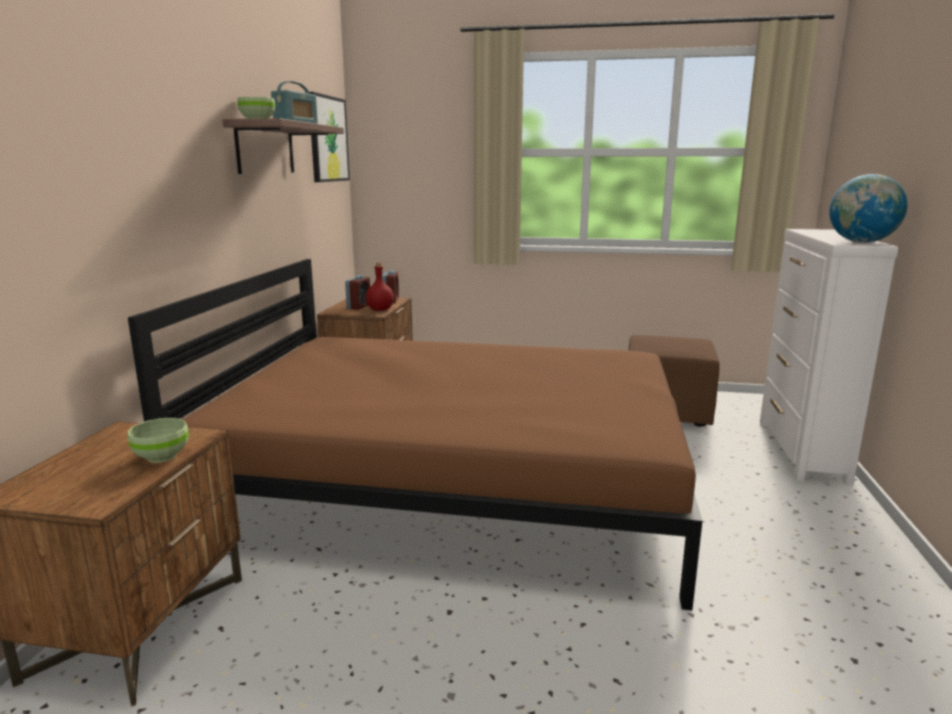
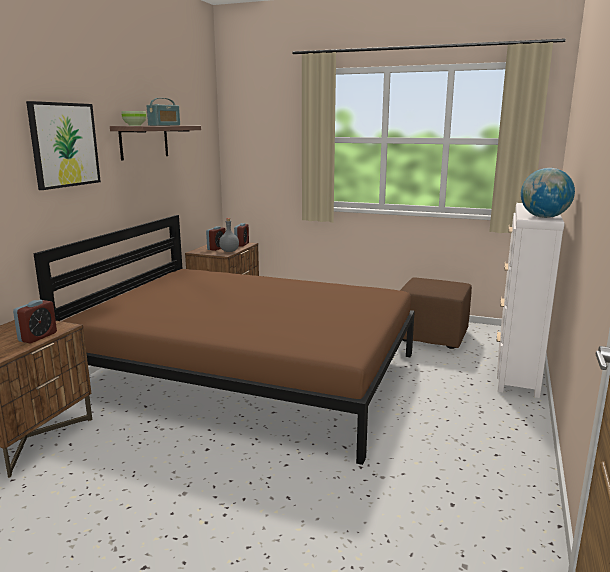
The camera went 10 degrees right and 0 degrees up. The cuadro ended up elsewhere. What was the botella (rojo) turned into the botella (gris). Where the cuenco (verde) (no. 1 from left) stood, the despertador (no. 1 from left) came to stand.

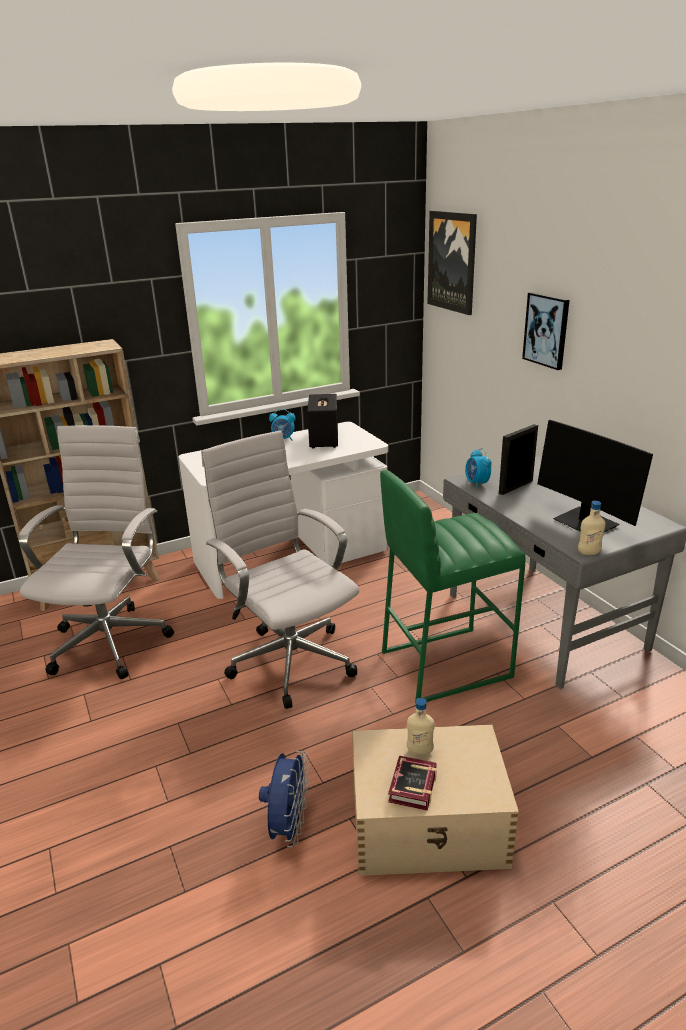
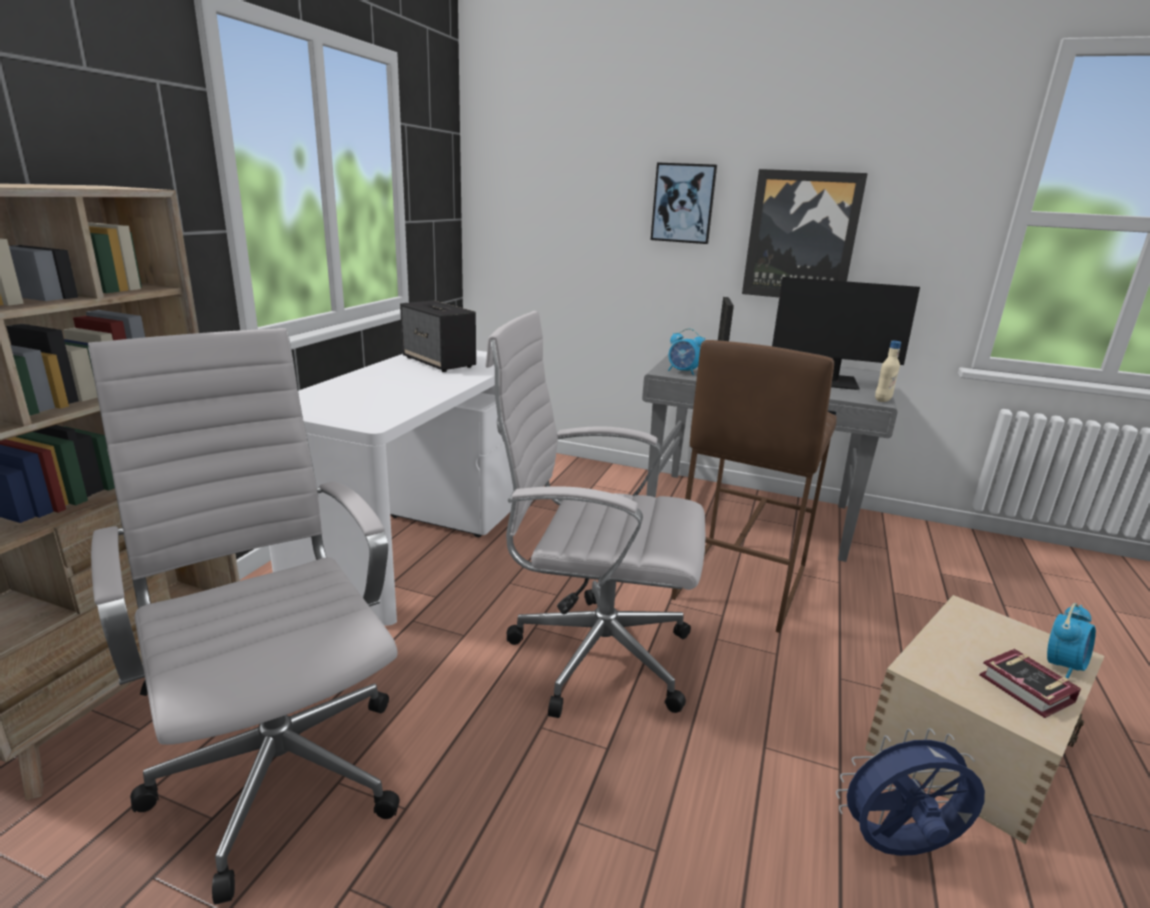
The camera went 45 degrees left and 5 degrees down. The cuadro (no. 1 from left in the first image) ended up elsewhere. The despertador (no. 1 from left in the first image) ended up elsewhere. What was the taburete (verde) turned into the taburete (marrón). The second view lost the botella (beis) (no. 1 from left). The ventilador (azul) ended up facing another way, 60 degrees counterclockwise from before.

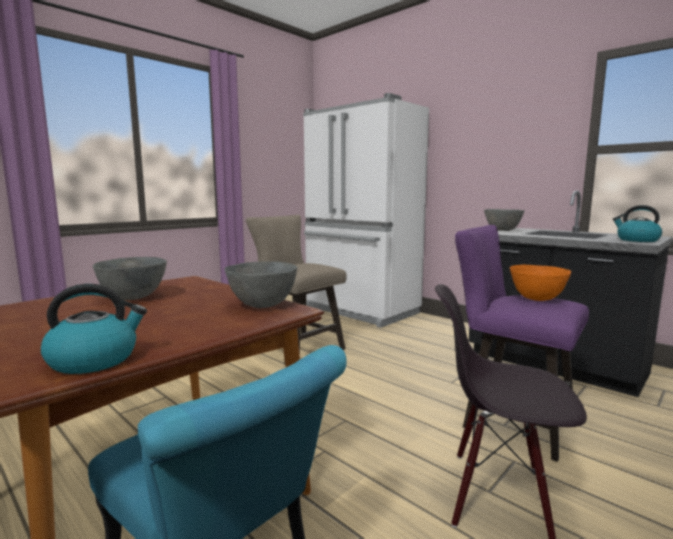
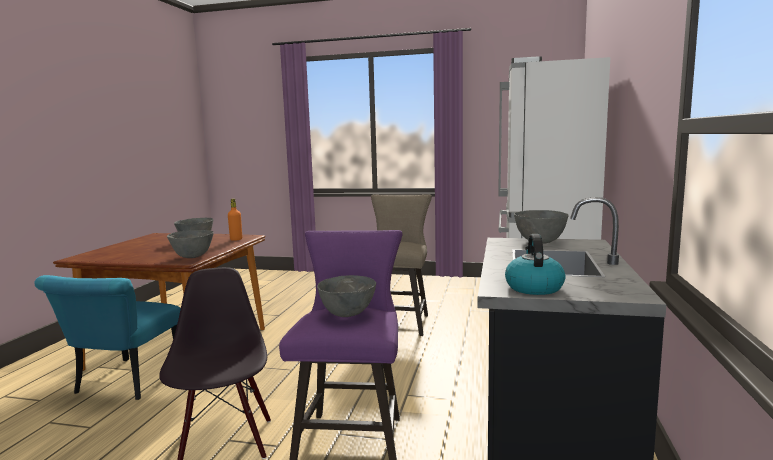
The camera went 60 degrees right and 0 degrees up. What was the cuenco (naranja) turned into the cuenco (gris) (no. 3 from left). The second view lost the hervidor (no. 1 from left). The second view gained the botella (naranja).

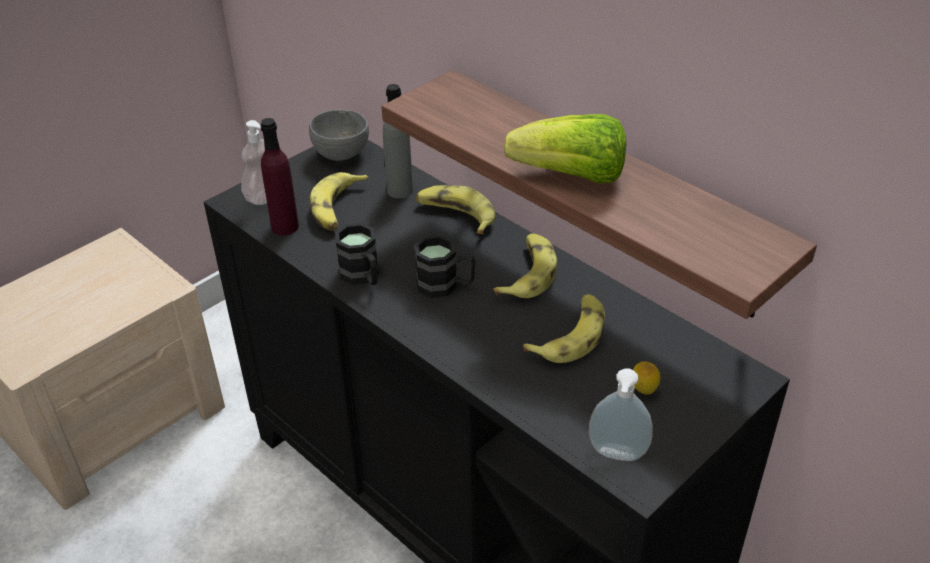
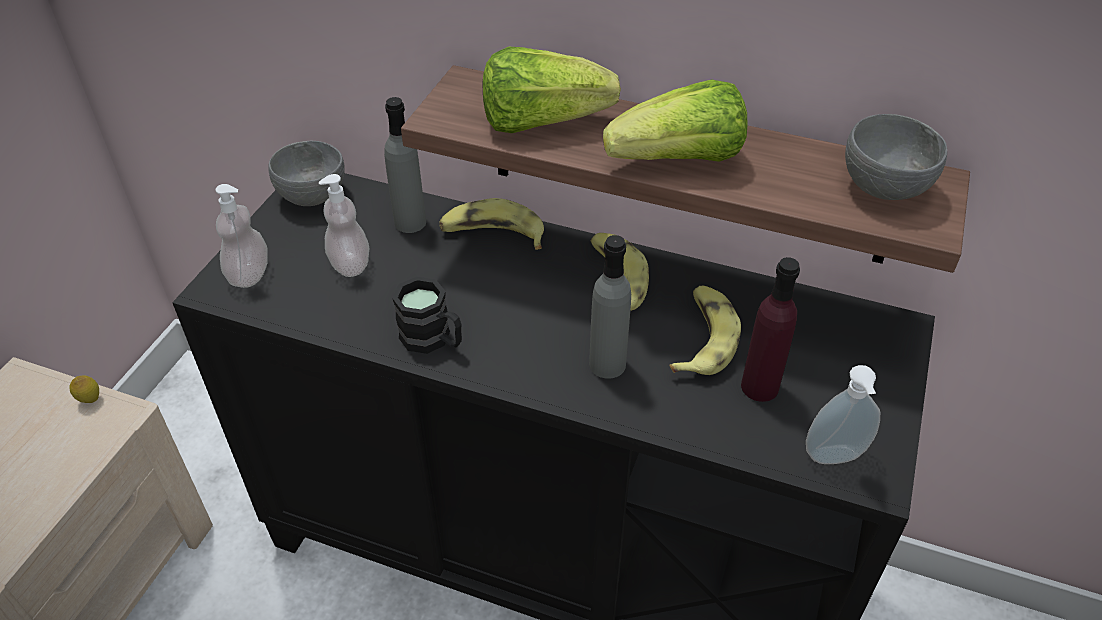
The camera went 25 degrees left and 5 degrees up. The botella (morado) ended up elsewhere. Where the plátano (no. 1 from left) stood, the dispensador de jabón (no. 2 from left) came to stand. The second view lost the taza grande (negro) (no. 2 from left). The limón ended up elsewhere. The second view gained the lechuga (no. 1 from left). The second view gained the cuenco (gris) (no. 2 from left). The second view gained the botella (gris) (no. 2 from left).

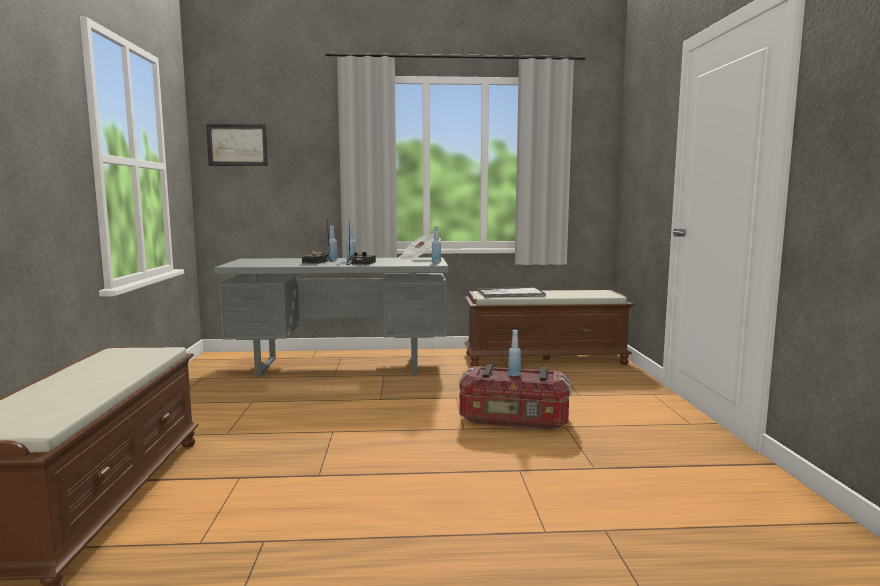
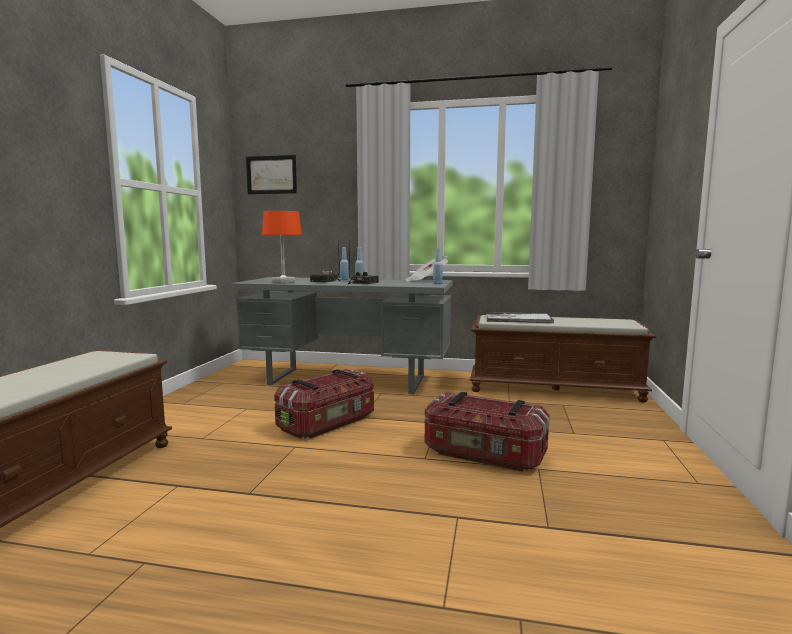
The camera went 15 degrees right and 0 degrees up. The second view lost the botella (azul) (no. 4 from left). The second view gained the lámpara de mesa (naranja). The second view gained the caja de almacenaje (no. 1 from left).

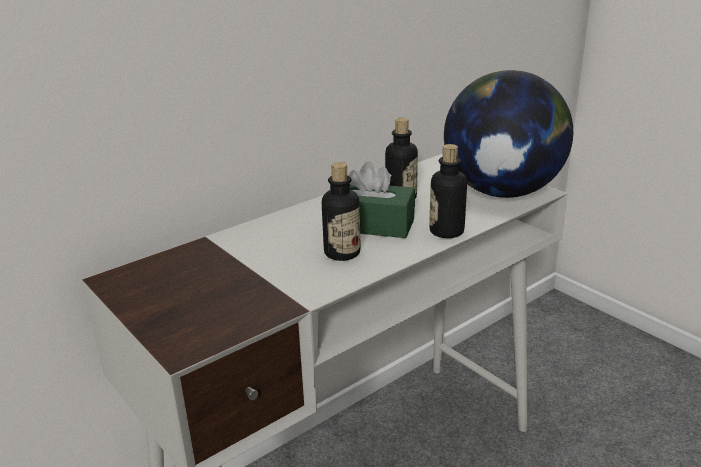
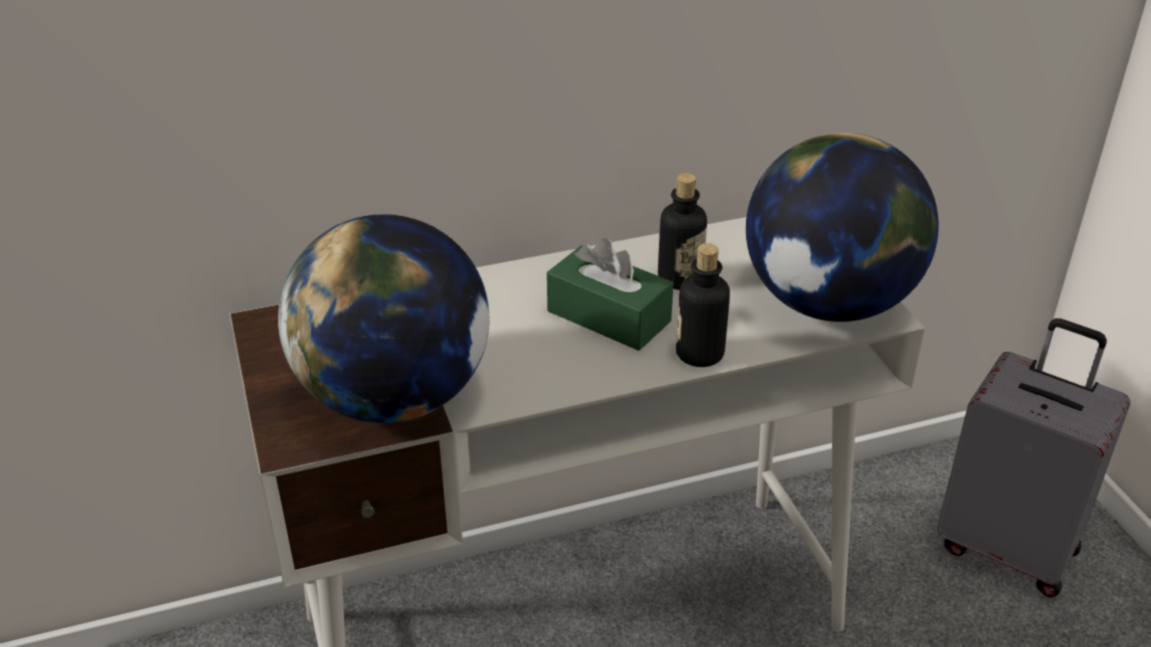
The camera went 20 degrees right and 10 degrees up. The second view lost the botella (no. 1 from left). The second view gained the globo terráqueo (no. 1 from left). The second view gained the maleta (gris).

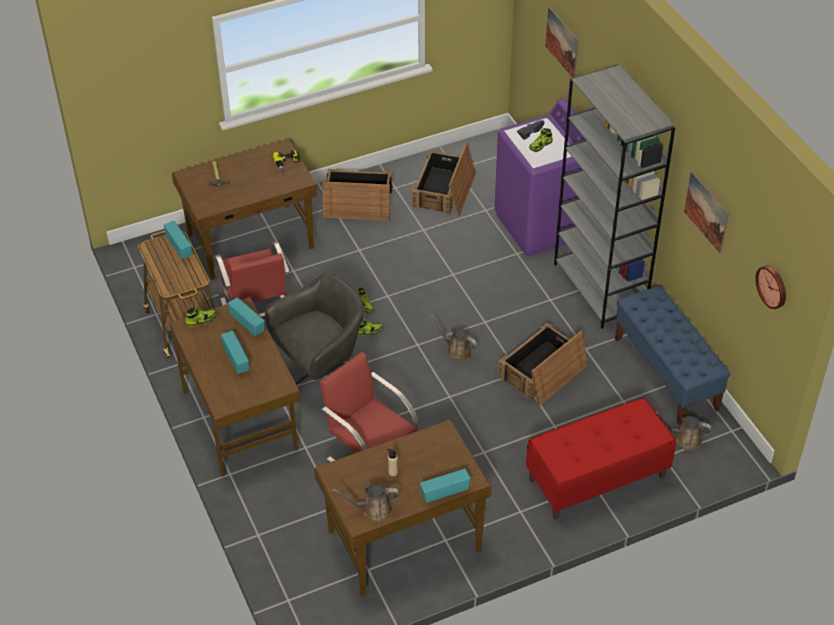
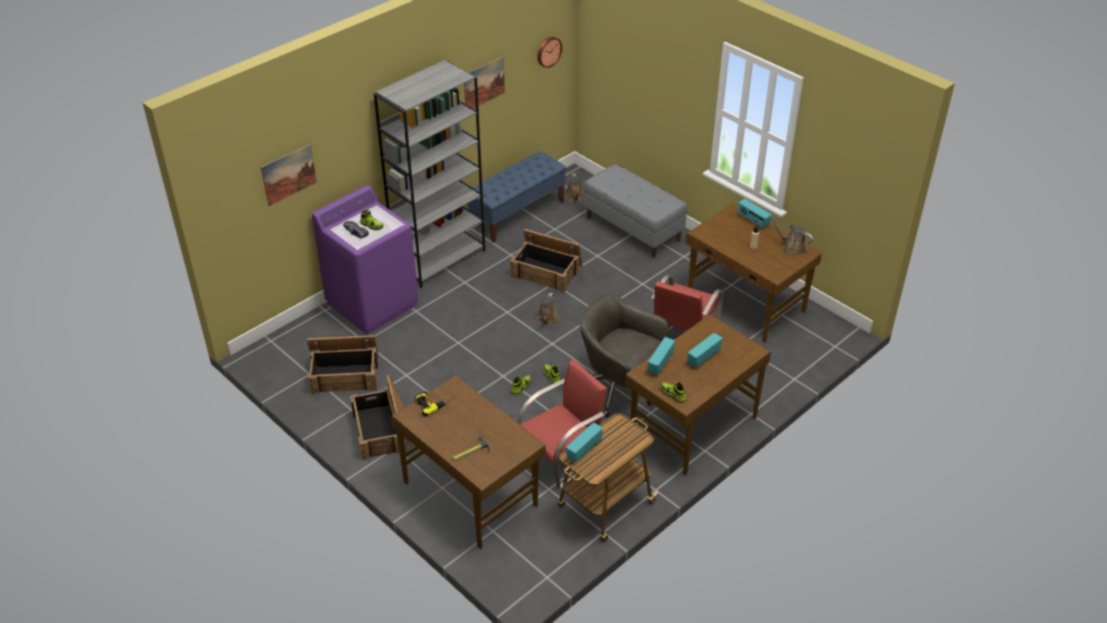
The camera went 110 degrees left and 5 degrees down. What was the banco (rojo) turned into the banco (gris). The regadera (marrón) (no. 1 from left in the first image) ended up facing another way, 150 degrees clockwise from before.

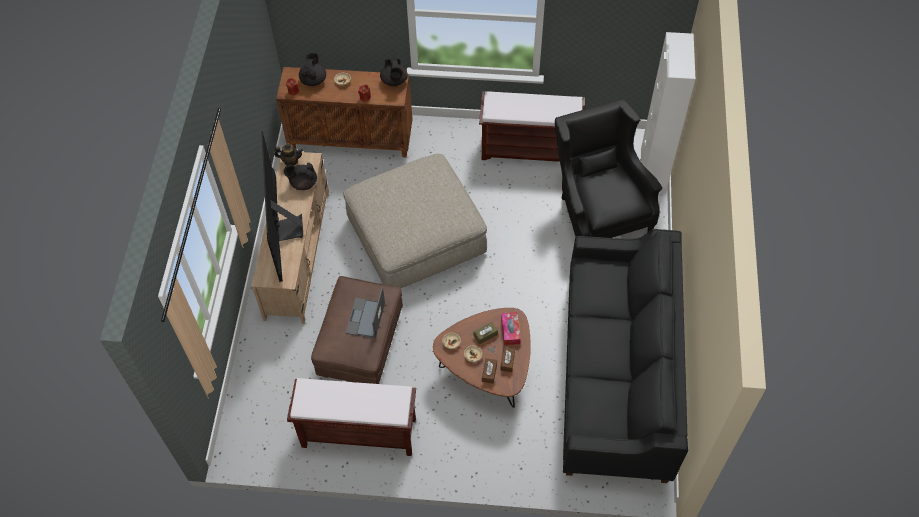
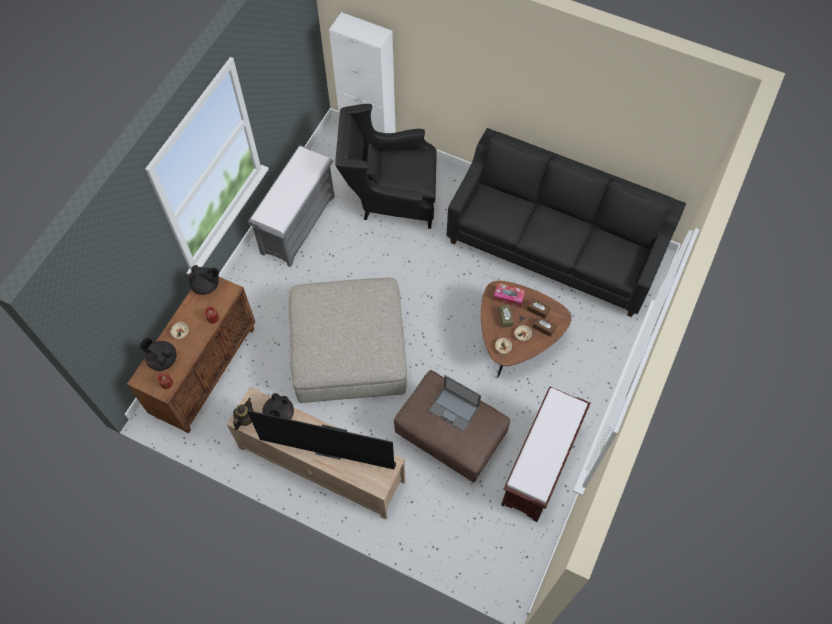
The camera went 70 degrees left and 5 degrees up. What was the banco (marrón) (no. 2 from left) turned into the banco (gris).

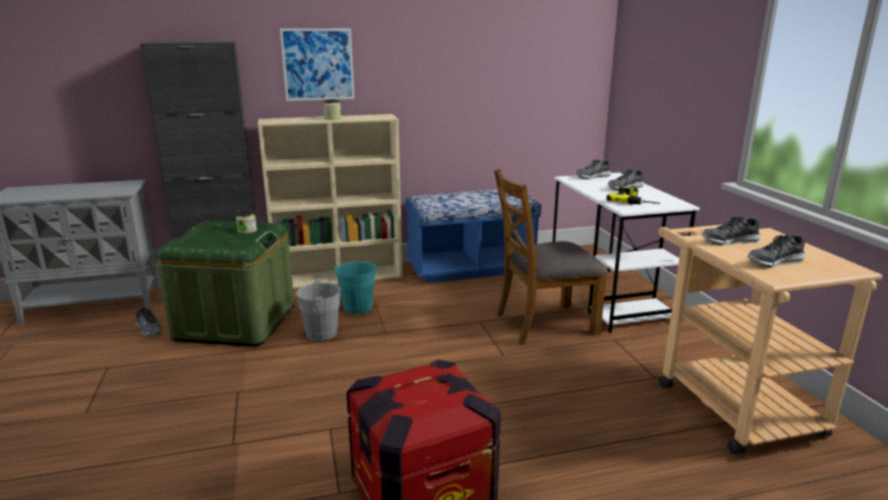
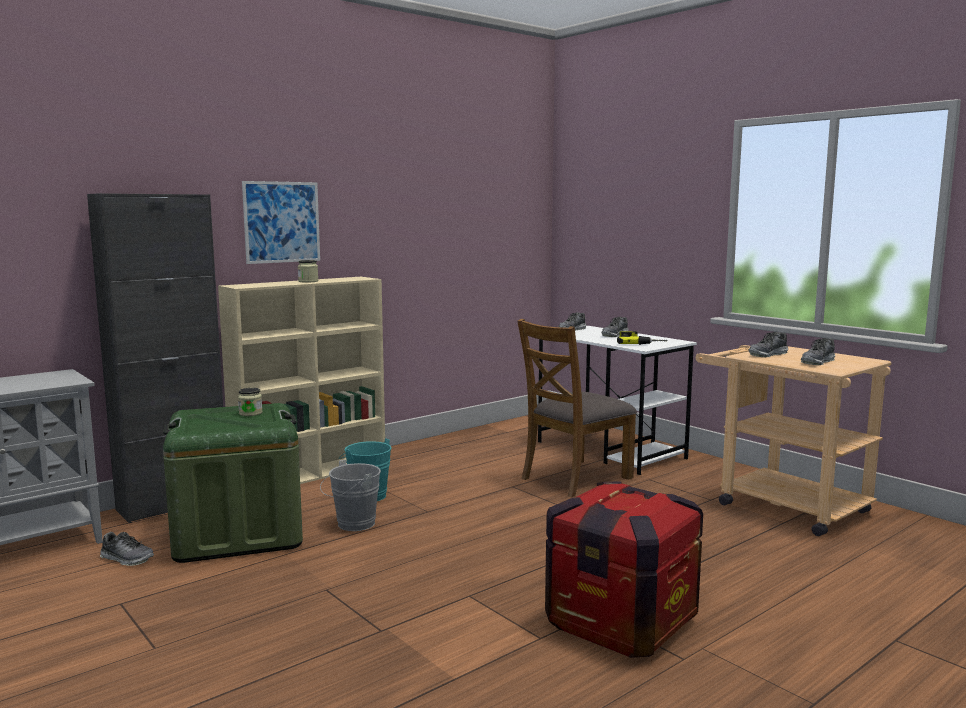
The camera went 25 degrees left and 10 degrees down. The second view lost the banco (azul).

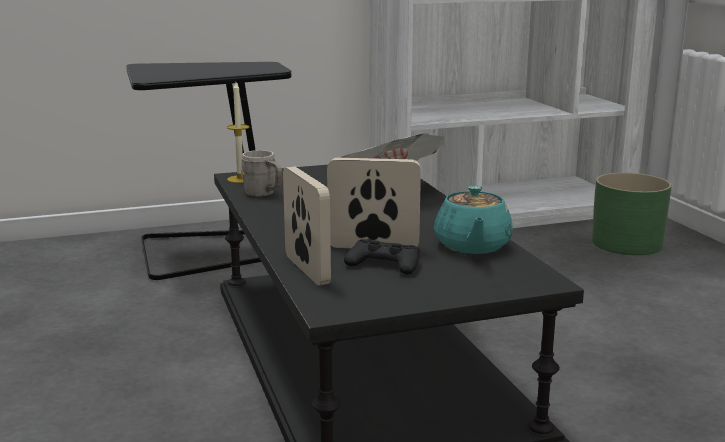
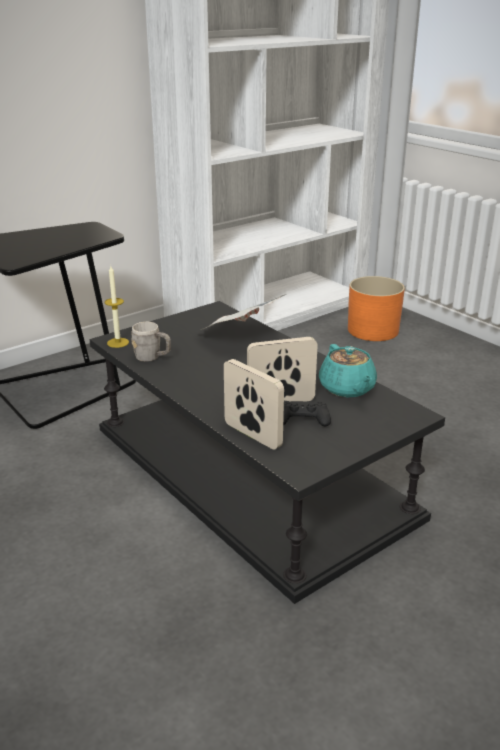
The camera went 20 degrees left and 10 degrees up. What was the maceta (verde) turned into the maceta (naranja).

